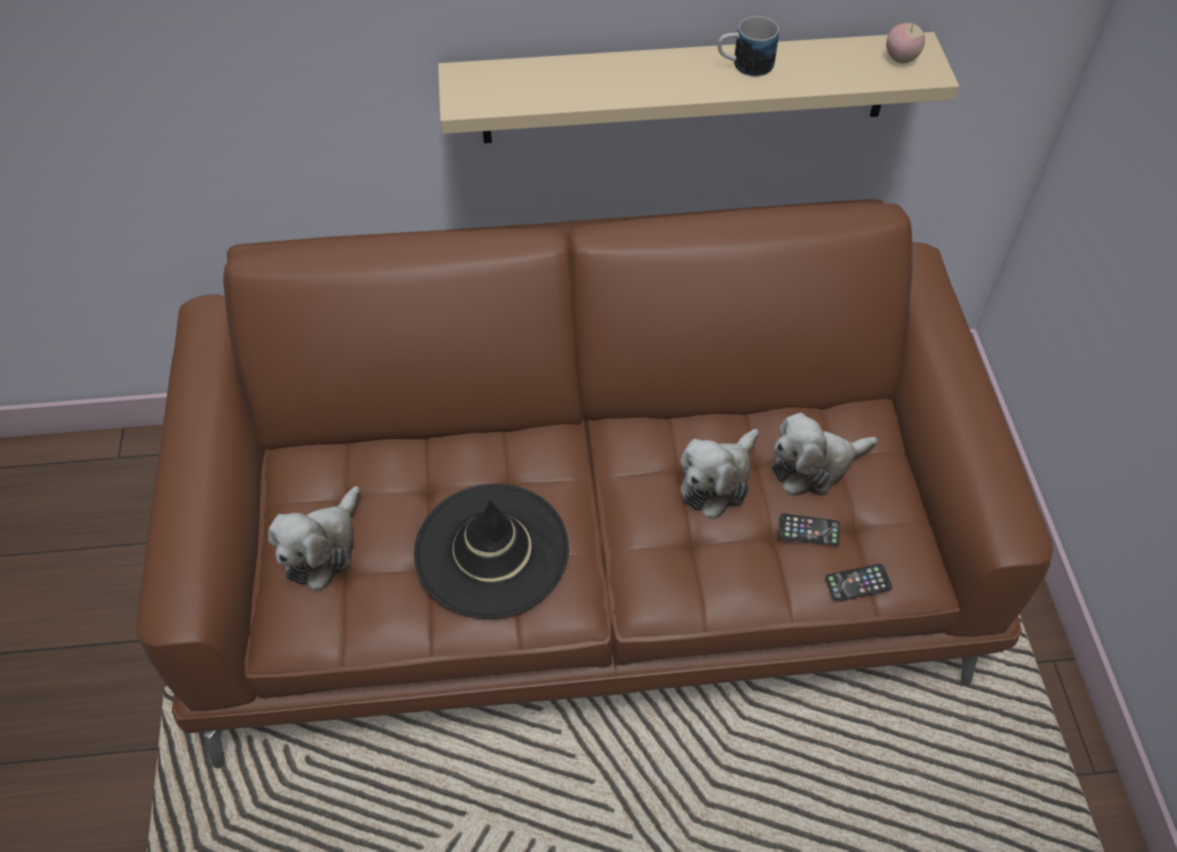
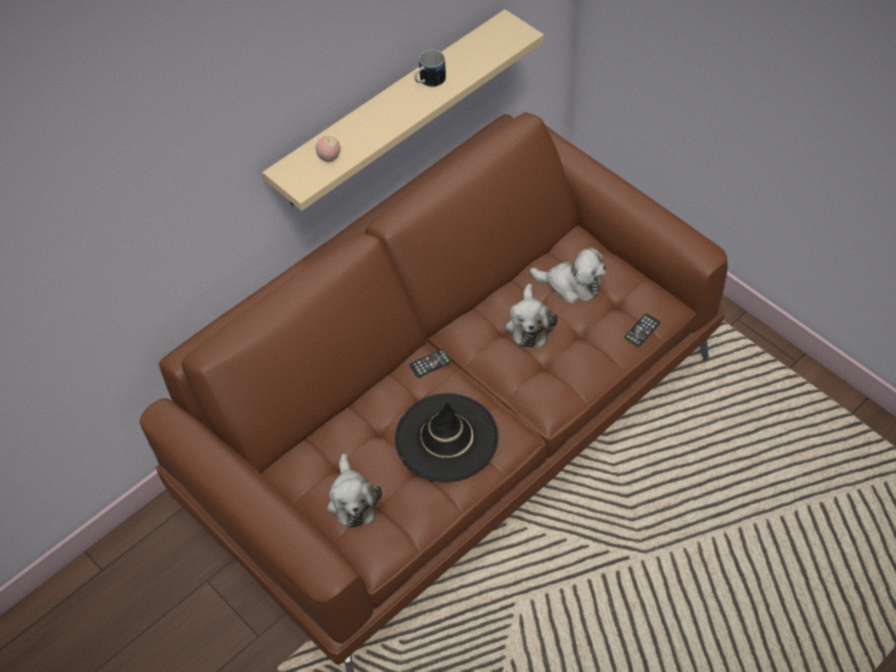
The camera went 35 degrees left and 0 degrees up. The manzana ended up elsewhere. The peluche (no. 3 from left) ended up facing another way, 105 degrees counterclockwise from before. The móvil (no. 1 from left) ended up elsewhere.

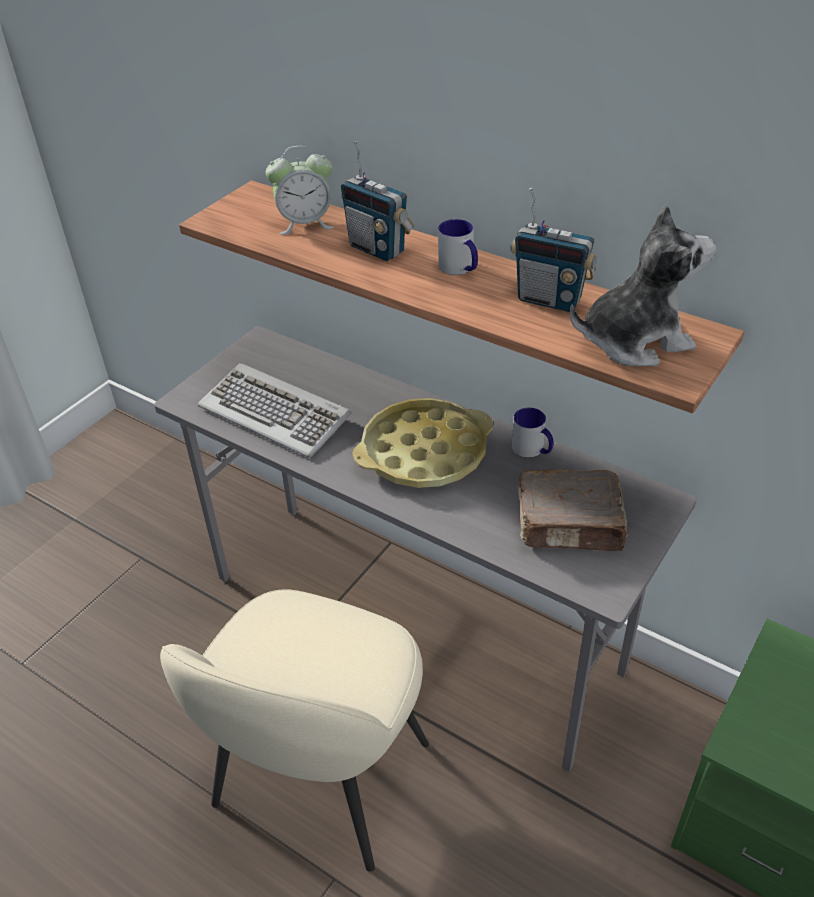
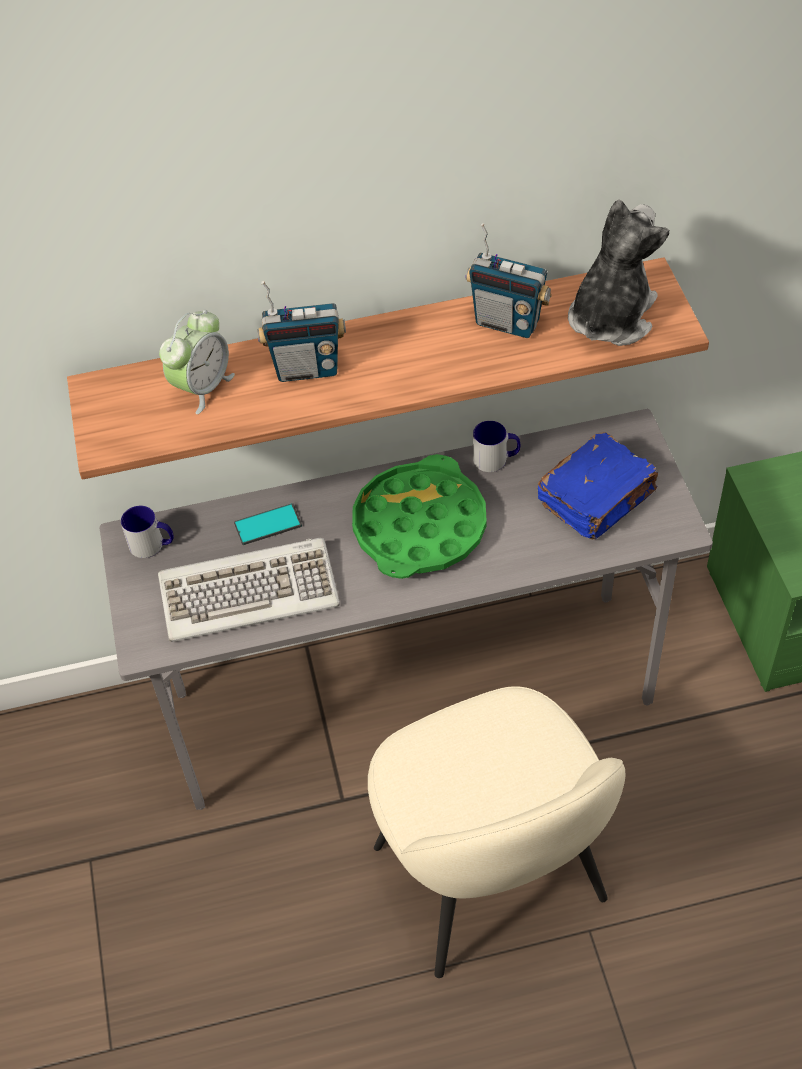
The camera went 45 degrees left and 10 degrees up. The radio (no. 2 from left) ended up facing another way, 45 degrees clockwise from before. The taza grande (no. 1 from left) ended up elsewhere. What was the bandeja (amarillo) turned into the bandeja (verde). What was the libro (marrón) turned into the libro (azul). The second view gained the móvil.

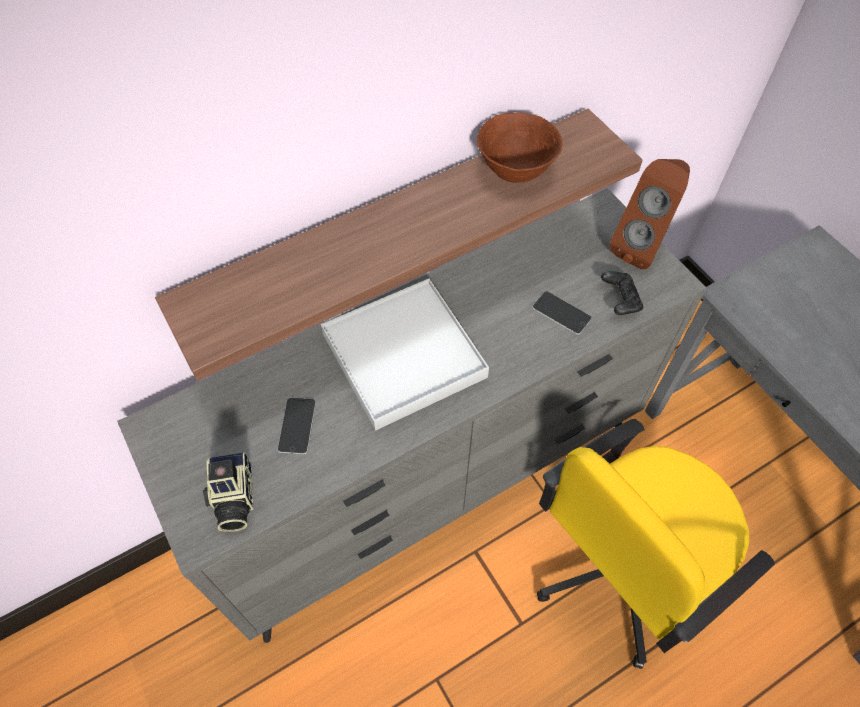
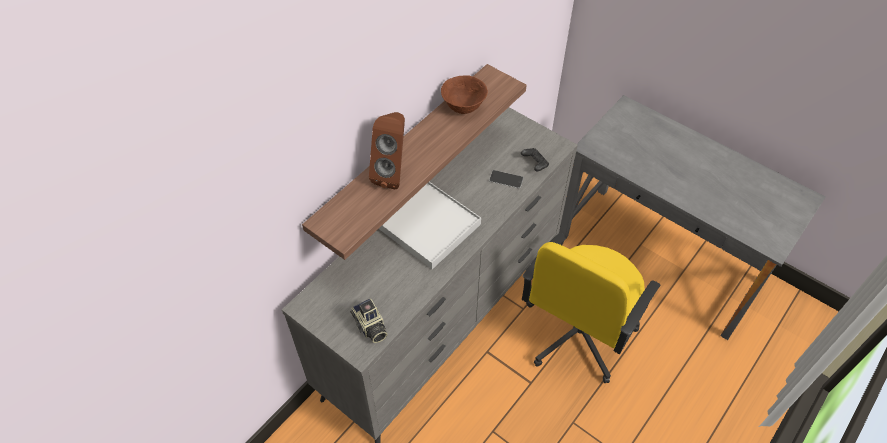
The camera went 20 degrees left and 5 degrees down. The altavoz (marrón) ended up elsewhere. The second view lost the móvil (no. 1 from left).

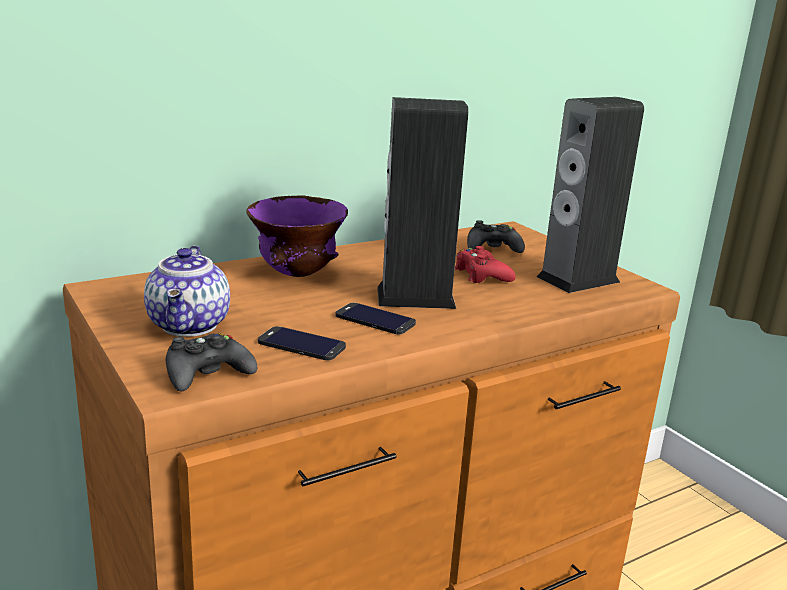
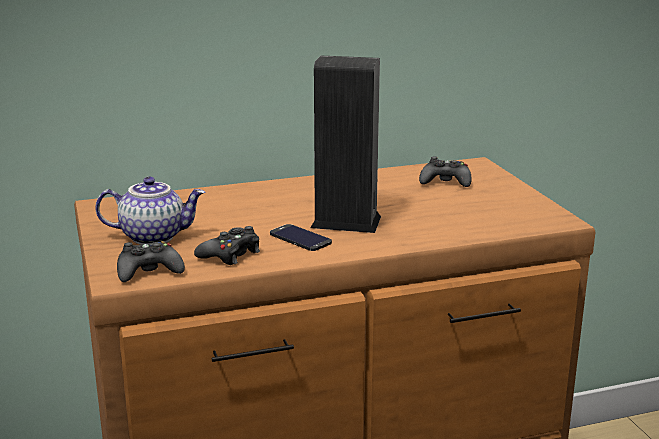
The camera went 15 degrees right and 0 degrees up. The second view lost the altavoz (no. 2 from left). The second view lost the cuenco (morado). The tetera ended up facing another way, 105 degrees counterclockwise from before. The second view lost the mando de consola (rojo). Where the móvil (no. 1 from left) stood, the mando de consola (negro) (no. 2 from left) came to stand.

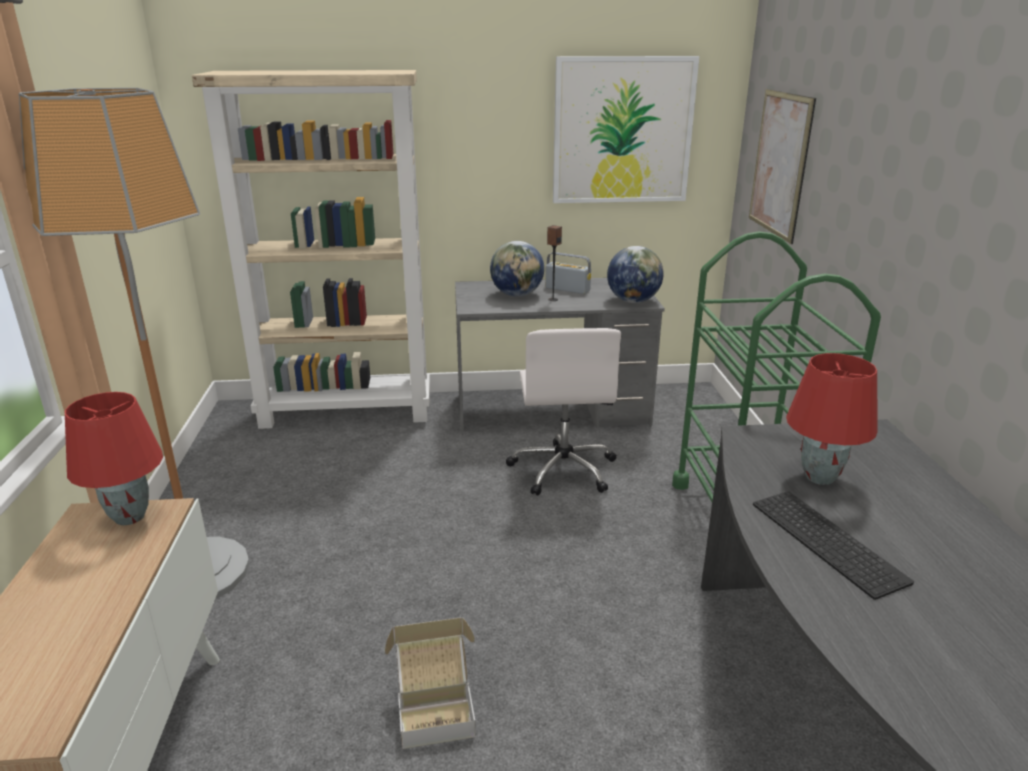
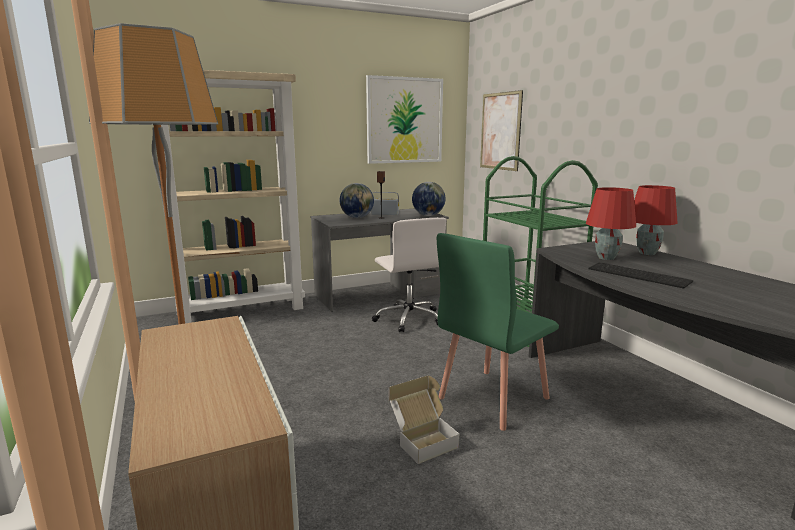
The camera went 20 degrees left and 10 degrees down. The lámpara de mesa (rojo) (no. 1 from left in the first image) ended up elsewhere. The second view gained the silla (verde).

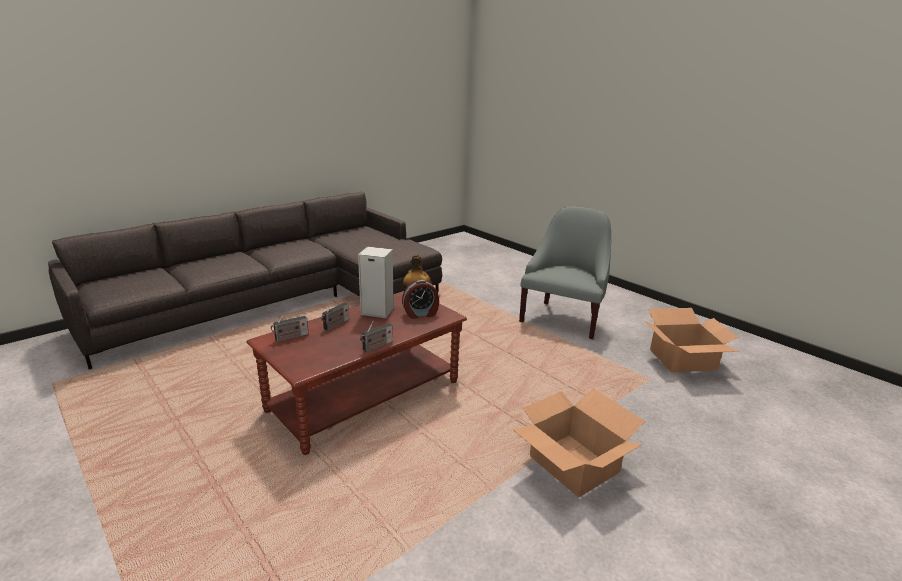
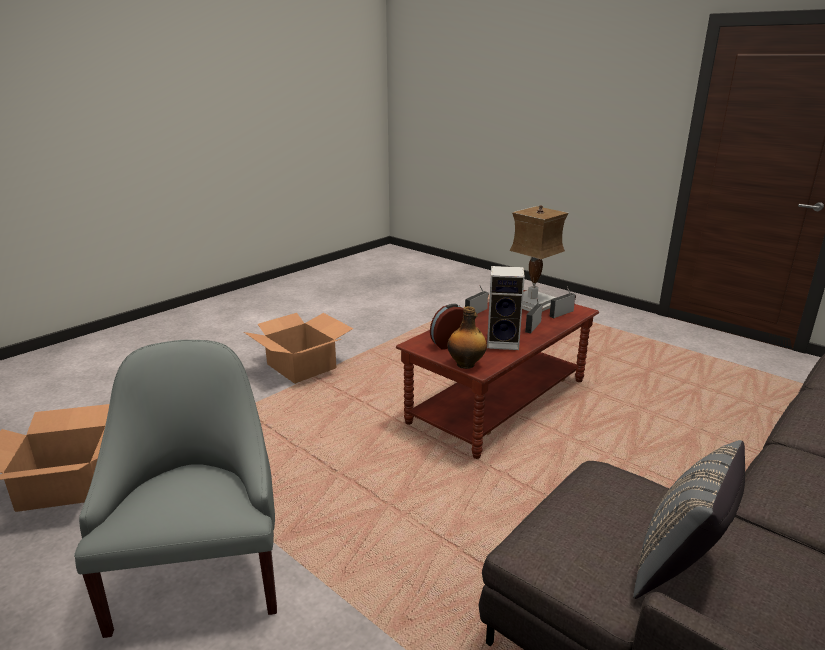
The camera went 175 degrees right and 0 degrees up. The sillón (gris) ended up facing another way, 150 degrees clockwise from before. The second view gained the lámpara de mesa. The second view gained the cojín (gris).

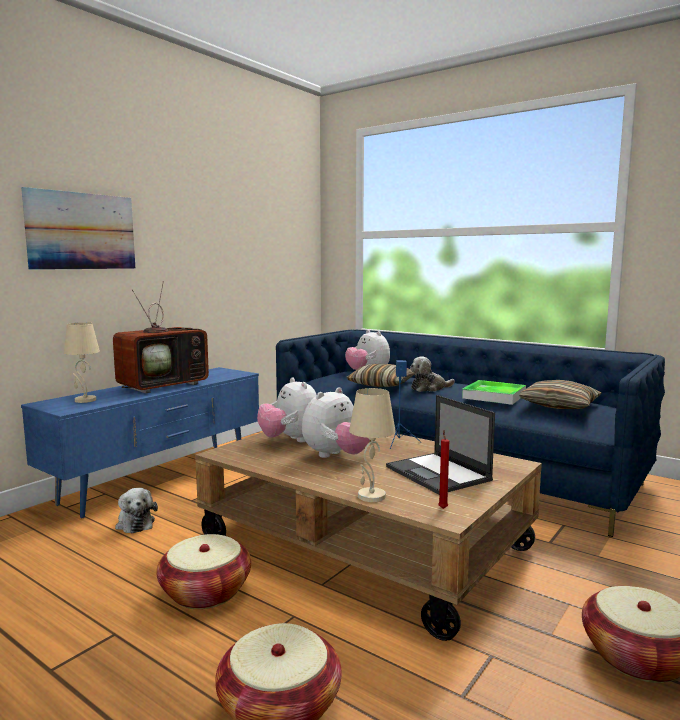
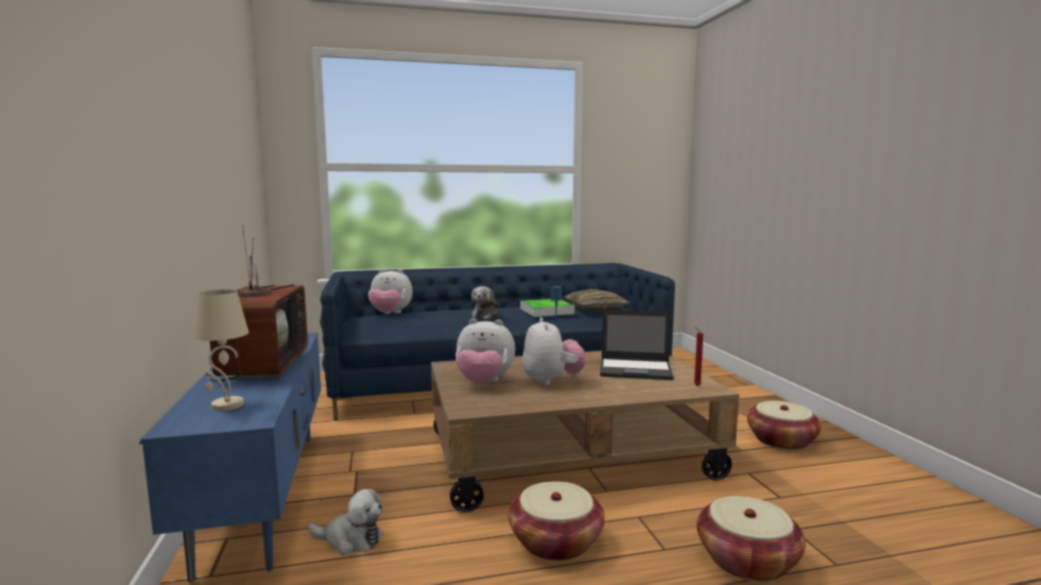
The camera went 50 degrees left and 0 degrees up. The second view lost the cuadro. The second view lost the cojín (no. 1 from left). The second view lost the lámpara de mesa (beis) (no. 2 from left).

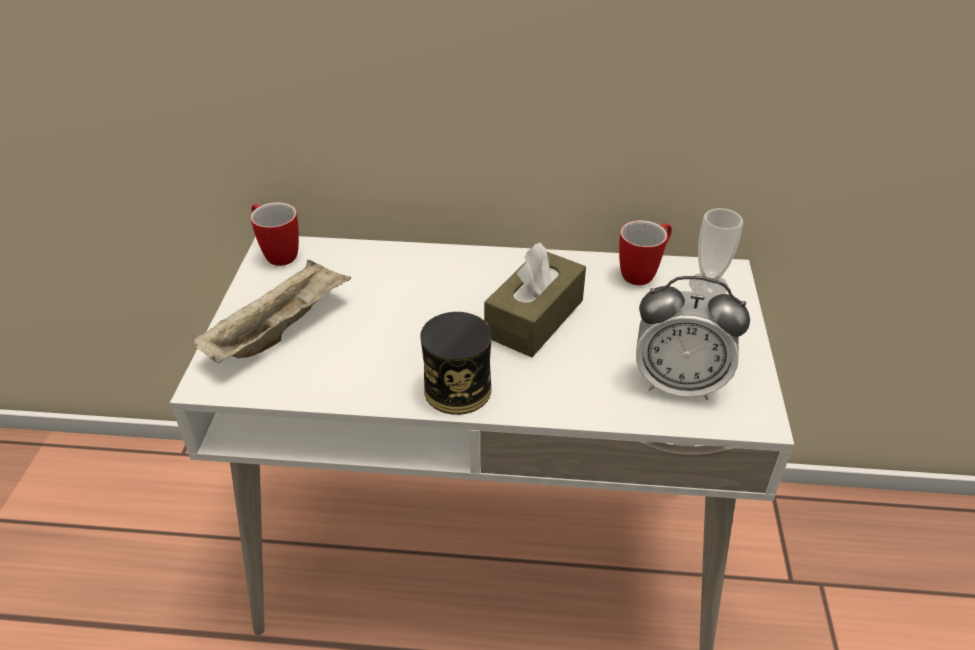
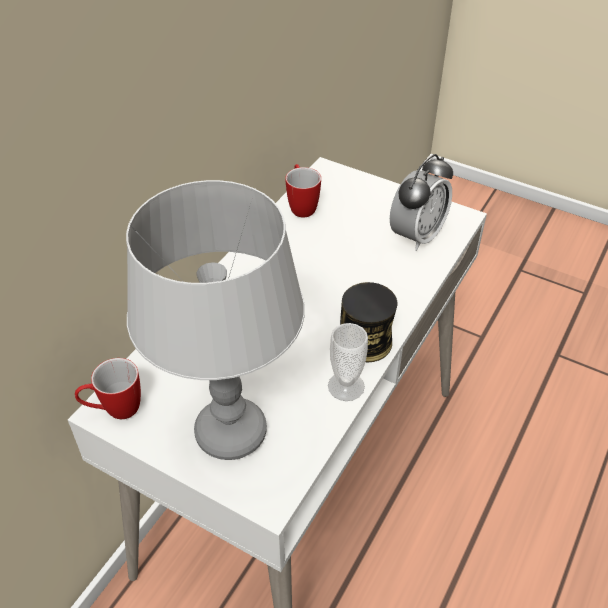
The camera went 65 degrees left and 5 degrees up. The taza ended up elsewhere. The second view lost the caja de pañuelos (marrón). Where the bandeja (beis) stood, the lámpara de mesa (gris) came to stand.

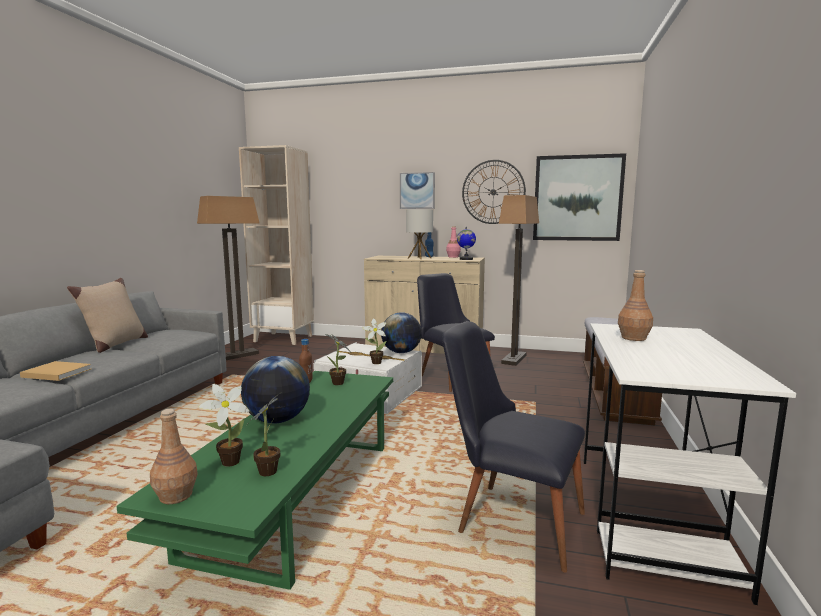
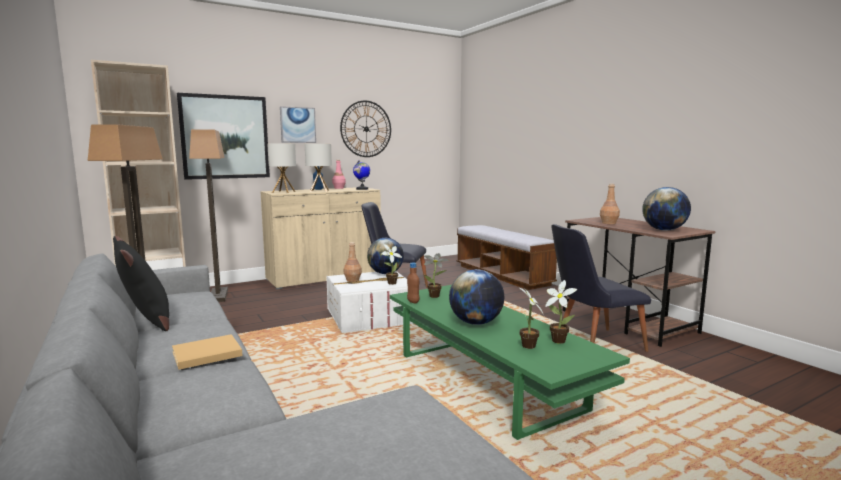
The camera went 45 degrees left and 0 degrees up. The cuadro (no. 2 from left in the first image) ended up elsewhere. The lámpara de pie (no. 2 from left) ended up elsewhere. What was the cojín (beis) turned into the cojín (negro). What was the escritorio (blanco) turned into the escritorio (marrón). The botella (marrón) (no. 1 from left) ended up elsewhere. The second view gained the lámpara de mesa (no. 1 from left). The second view gained the globo terráqueo (no. 4 from left).

